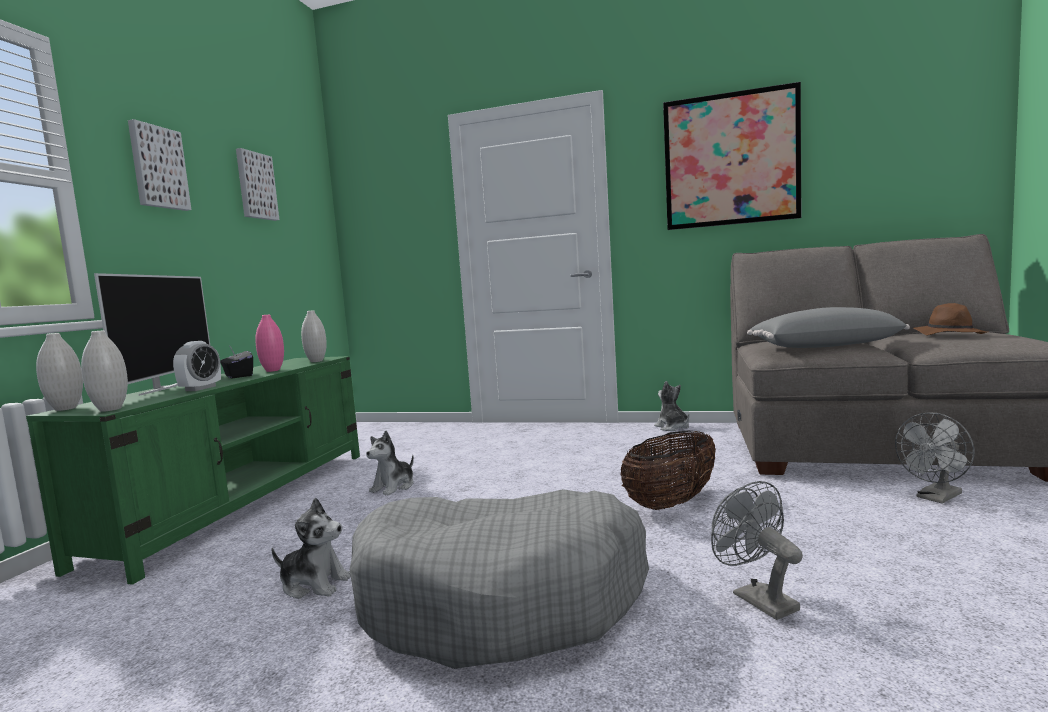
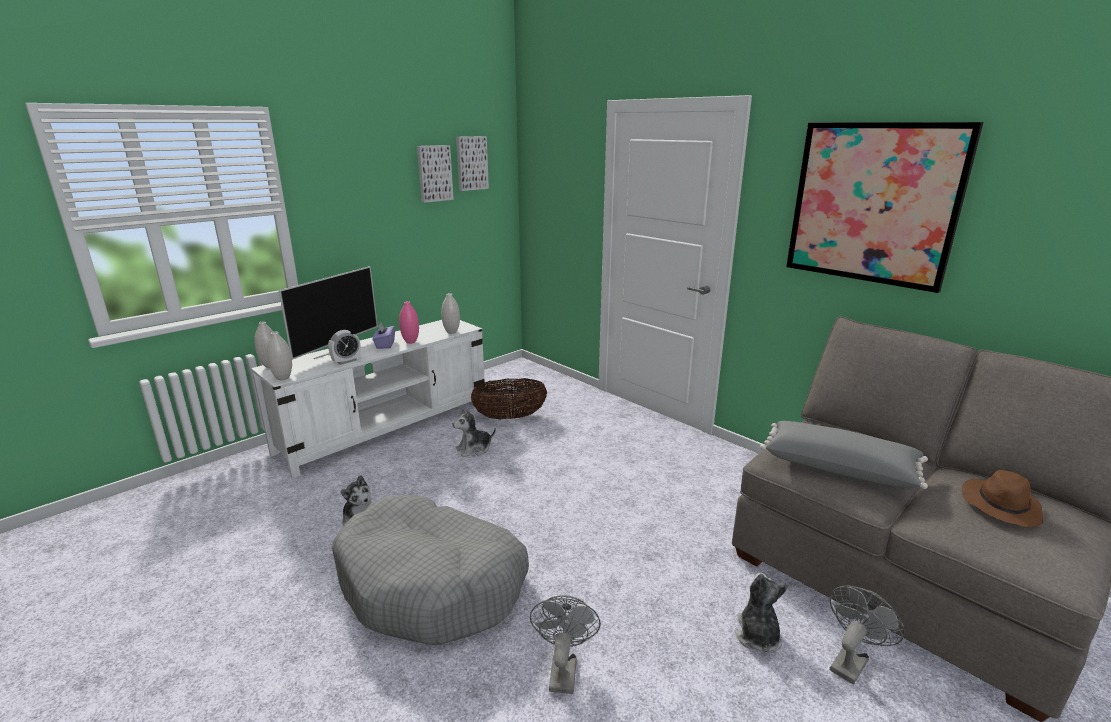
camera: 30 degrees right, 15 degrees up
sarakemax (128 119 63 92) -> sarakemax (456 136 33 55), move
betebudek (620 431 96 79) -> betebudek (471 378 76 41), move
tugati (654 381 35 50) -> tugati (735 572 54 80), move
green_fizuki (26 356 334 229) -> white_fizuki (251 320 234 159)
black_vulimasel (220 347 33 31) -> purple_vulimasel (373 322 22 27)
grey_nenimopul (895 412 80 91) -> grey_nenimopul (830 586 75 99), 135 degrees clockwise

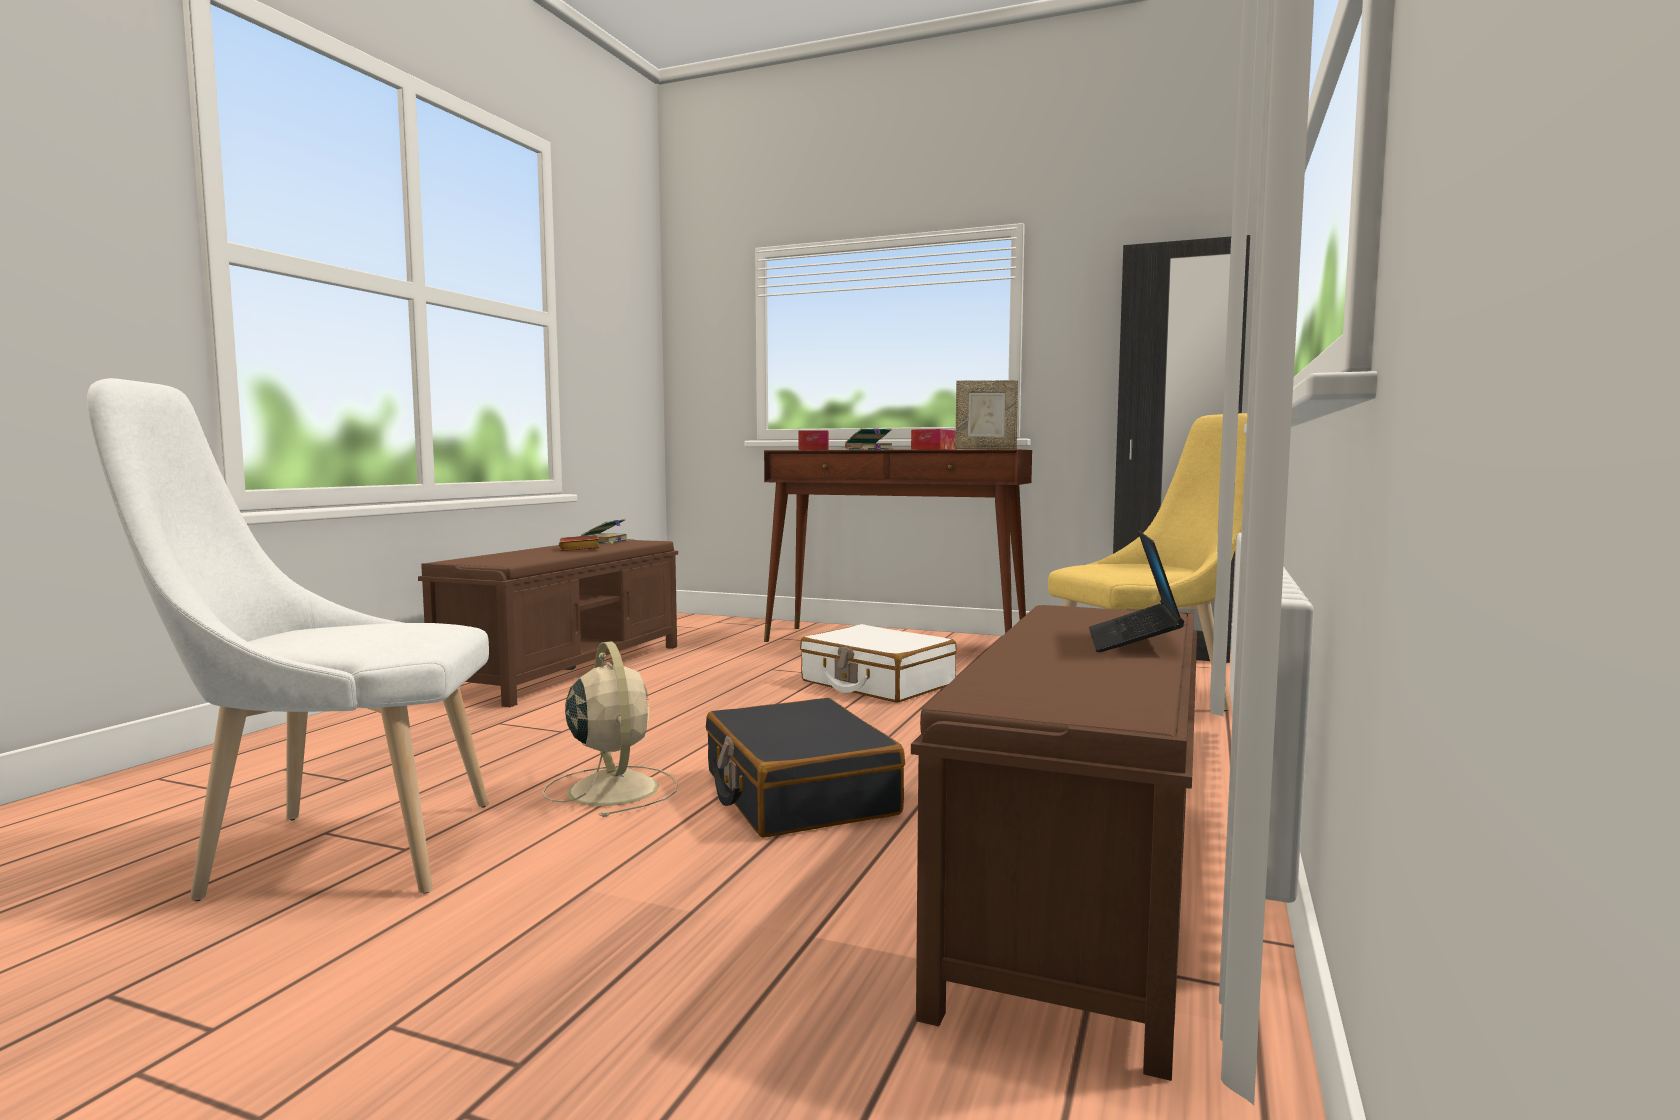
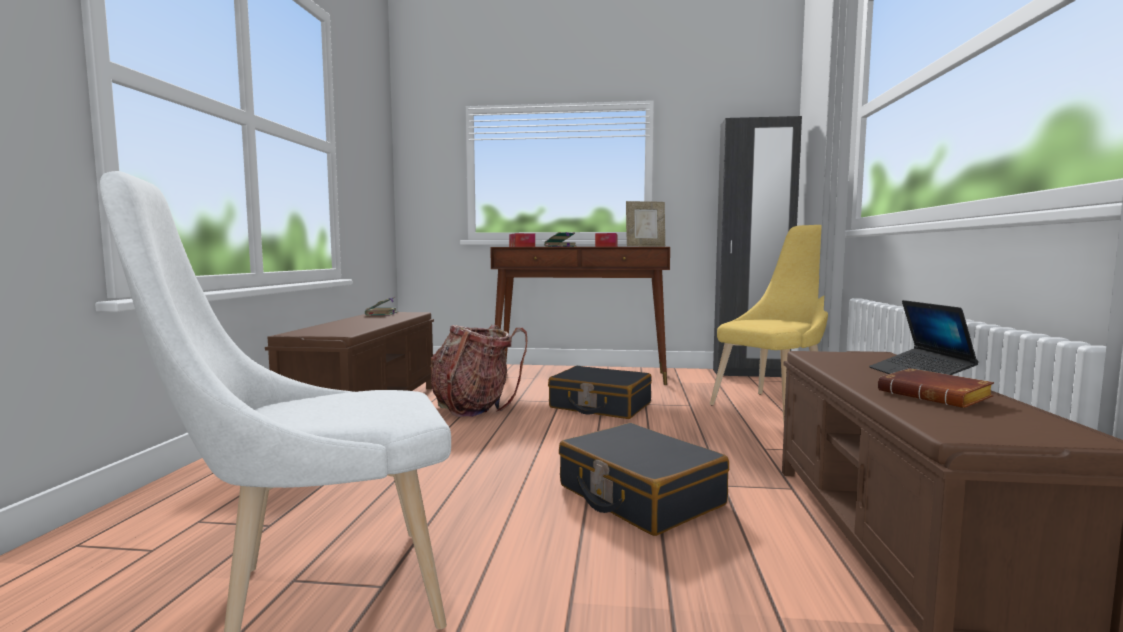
camera: 15 degrees left, 0 degrees up
beige_nenimopul (542 641 136 176) -> none
none -> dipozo (430 325 97 92)
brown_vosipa (559 535 41 16) -> brown_vosipa (878 368 116 40), move
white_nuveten (800 624 157 79) -> black_nuveten (548 366 104 53)

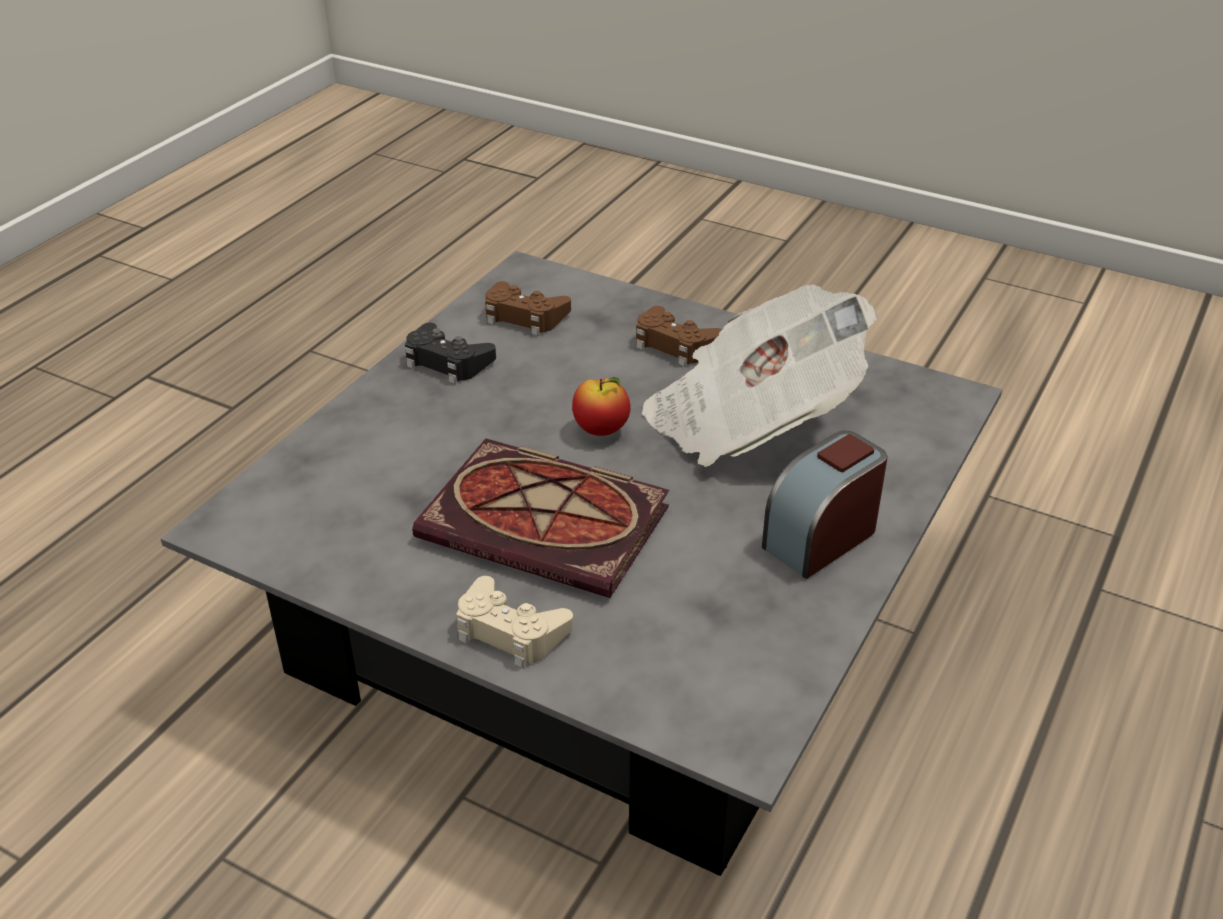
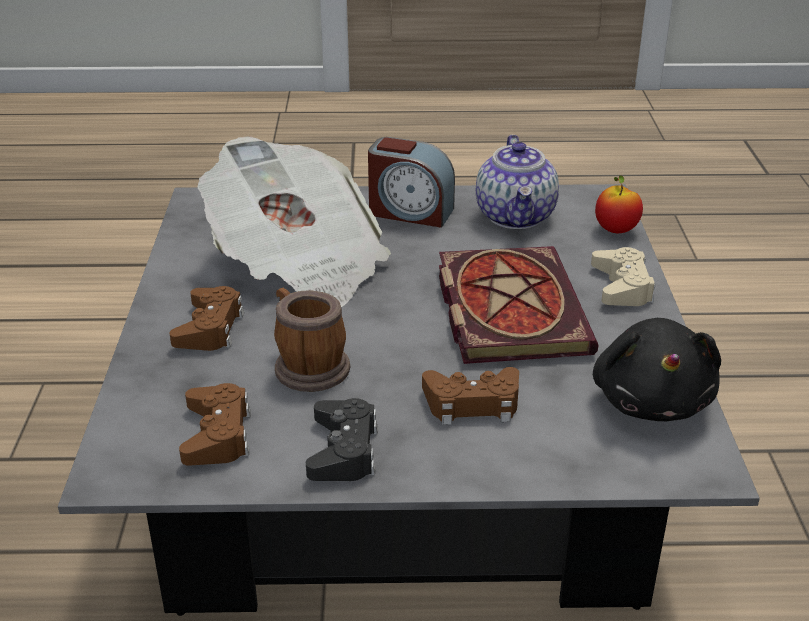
camera: 120 degrees left, 5 degrees down
none -> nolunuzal (274 288 76 104)
none -> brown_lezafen (422 367 97 58)
none -> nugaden (476 135 83 94)
none -> black_tugati (593 318 128 103)
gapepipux (572 377 59 59) -> gapepipux (595 175 48 58), move

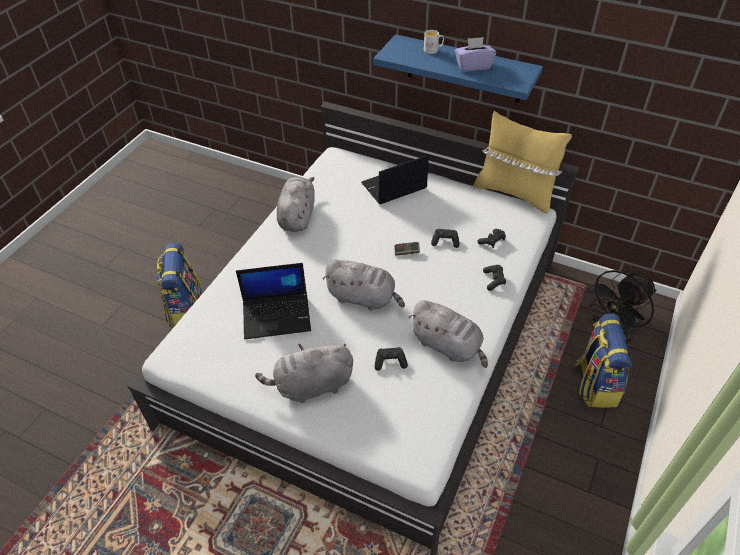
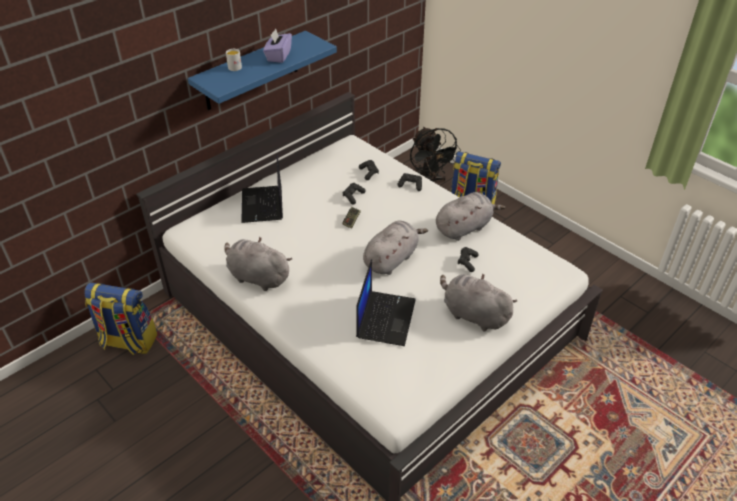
camera: 70 degrees left, 5 degrees down
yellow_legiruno (473 111 99 103) -> none
dipozo (157 243 45 86) -> dipozo (85 282 72 73), move
grey_tugati (255 344 98 59) -> grey_tugati (440 273 77 58), 120 degrees clockwise

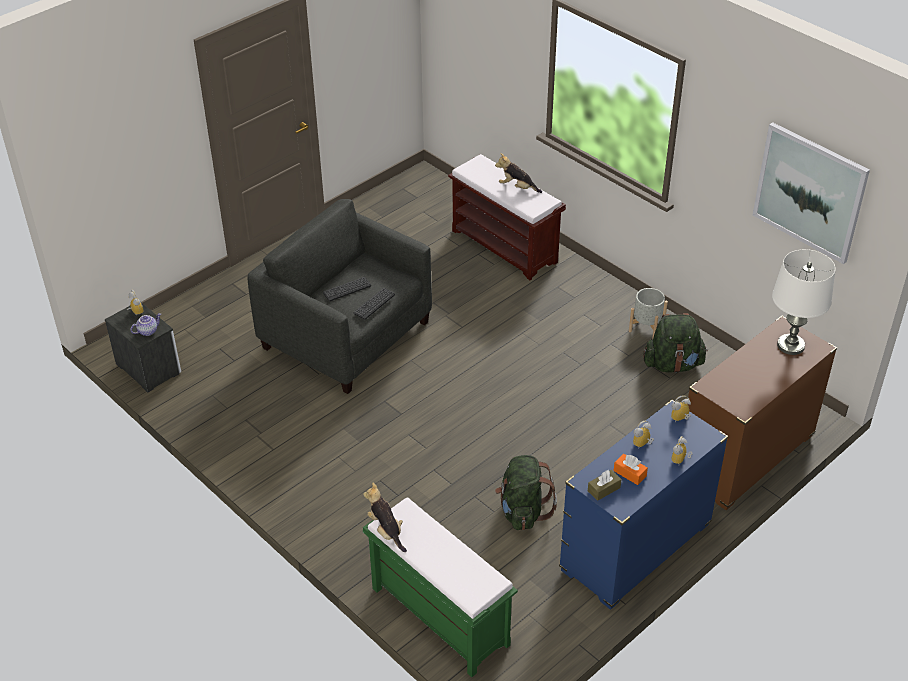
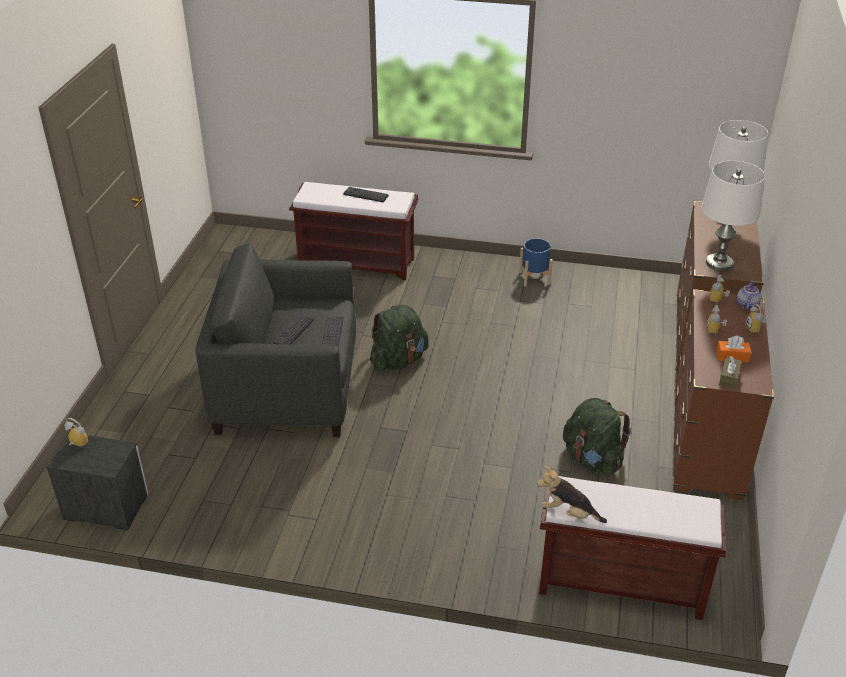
camera: 35 degrees left, 5 degrees down
sarakemax (753 122 117 142) -> none
none -> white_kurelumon (701 161 64 110)
nugaden (130 313 31 23) -> nugaden (737 280 24 29), move
green_dipozo (643 313 65 60) -> green_dipozo (370 305 59 66), move
tugati (495 153 47 40) -> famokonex (343 187 46 15)
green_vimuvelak (363 497 155 180) -> brown_vimuvelak (539 476 187 144)
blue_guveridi (559 400 169 210) -> brown_guveridi (673 289 101 211)
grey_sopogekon (629 288 39 51) -> blue_sopogekon (519 238 34 48)

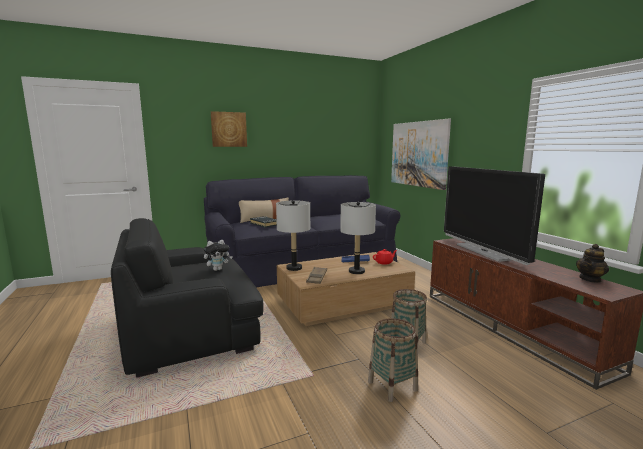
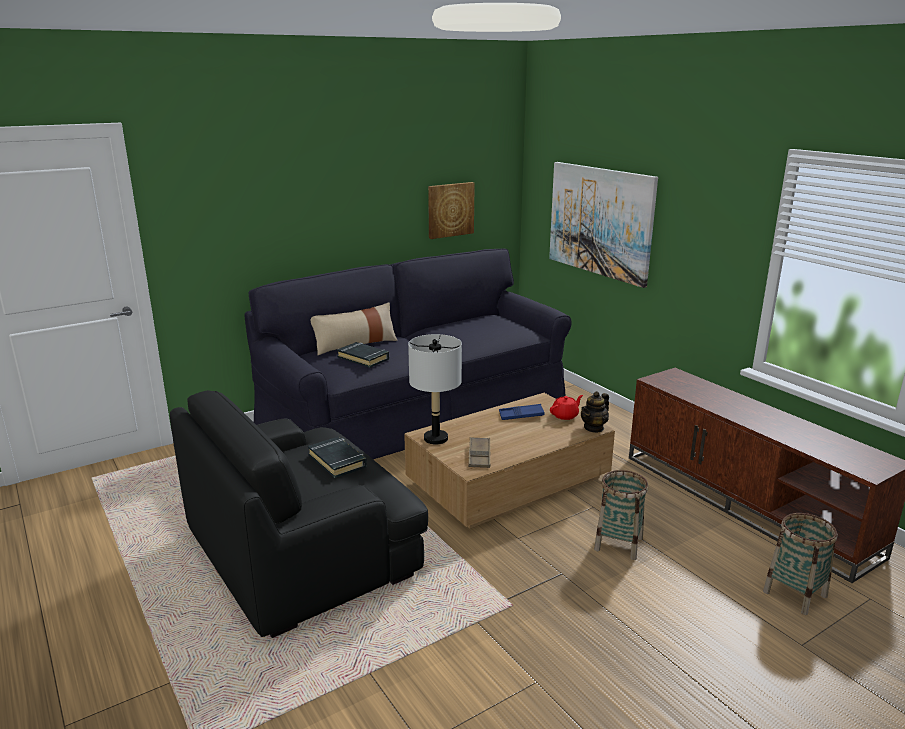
camera: 10 degrees left, 10 degrees up
grey_kurelumon (340 202 36 72) -> none
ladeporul (444 166 101 99) -> none
sarakemax (211 111 36 36) -> sarakemax (428 182 47 57), move
betebudek (368 318 50 84) -> betebudek (763 513 74 102), move
nugaden (576 244 33 39) -> nugaden (581 391 28 42), move
tugati (204 240 29 31) -> black_vosipa (308 437 59 41)

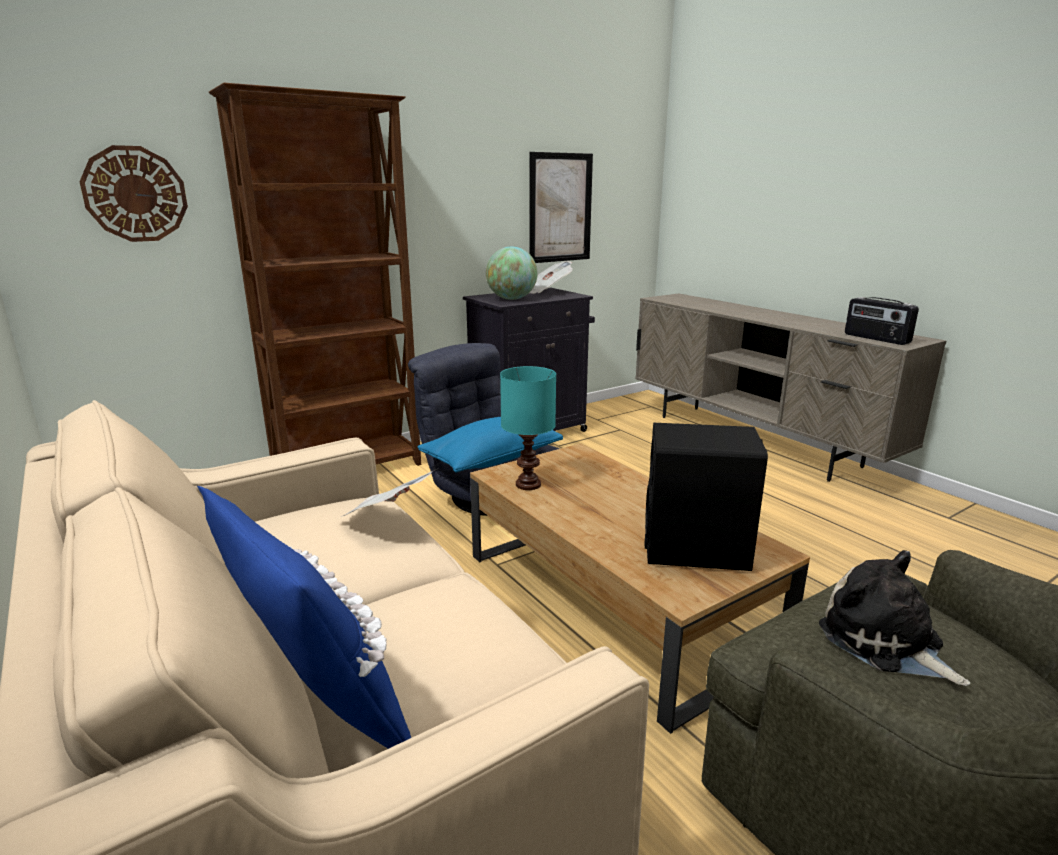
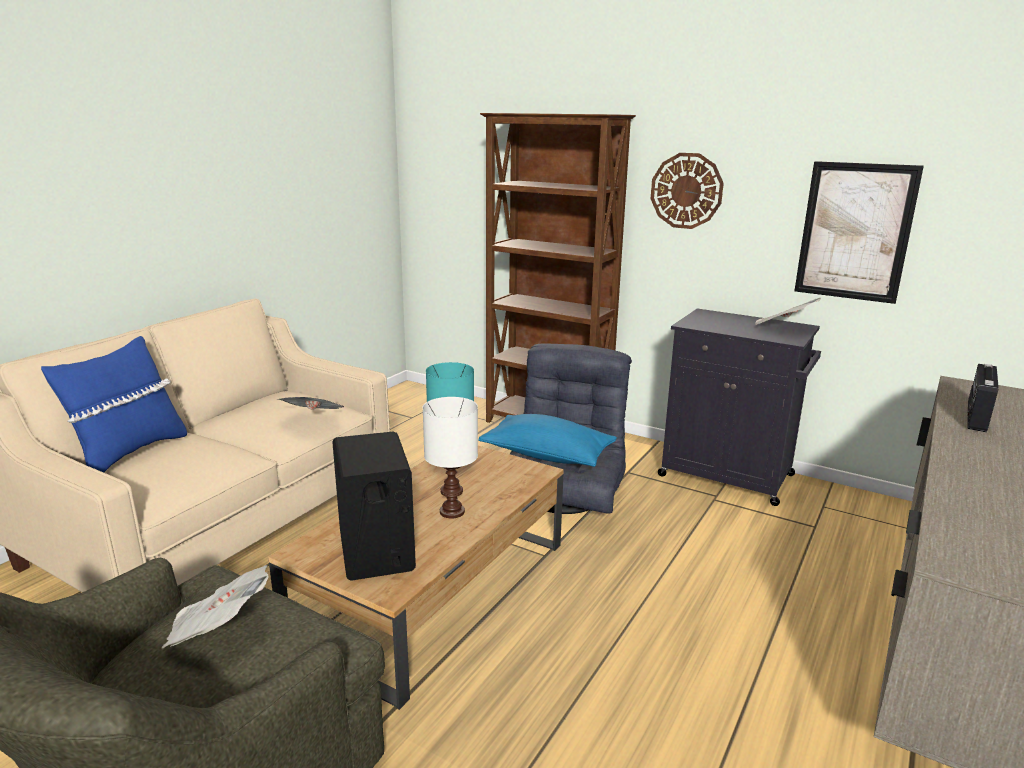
camera: 65 degrees right, 0 degrees up
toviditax (486 247 52 53) -> none
none -> white_kurelumon (423 397 55 121)
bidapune (80 145 108 97) -> bidapune (651 153 73 76), move
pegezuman (845 297 74 48) -> pegezuman (967 364 32 68), move
tugati (819 550 151 136) -> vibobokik (161 565 108 84)

